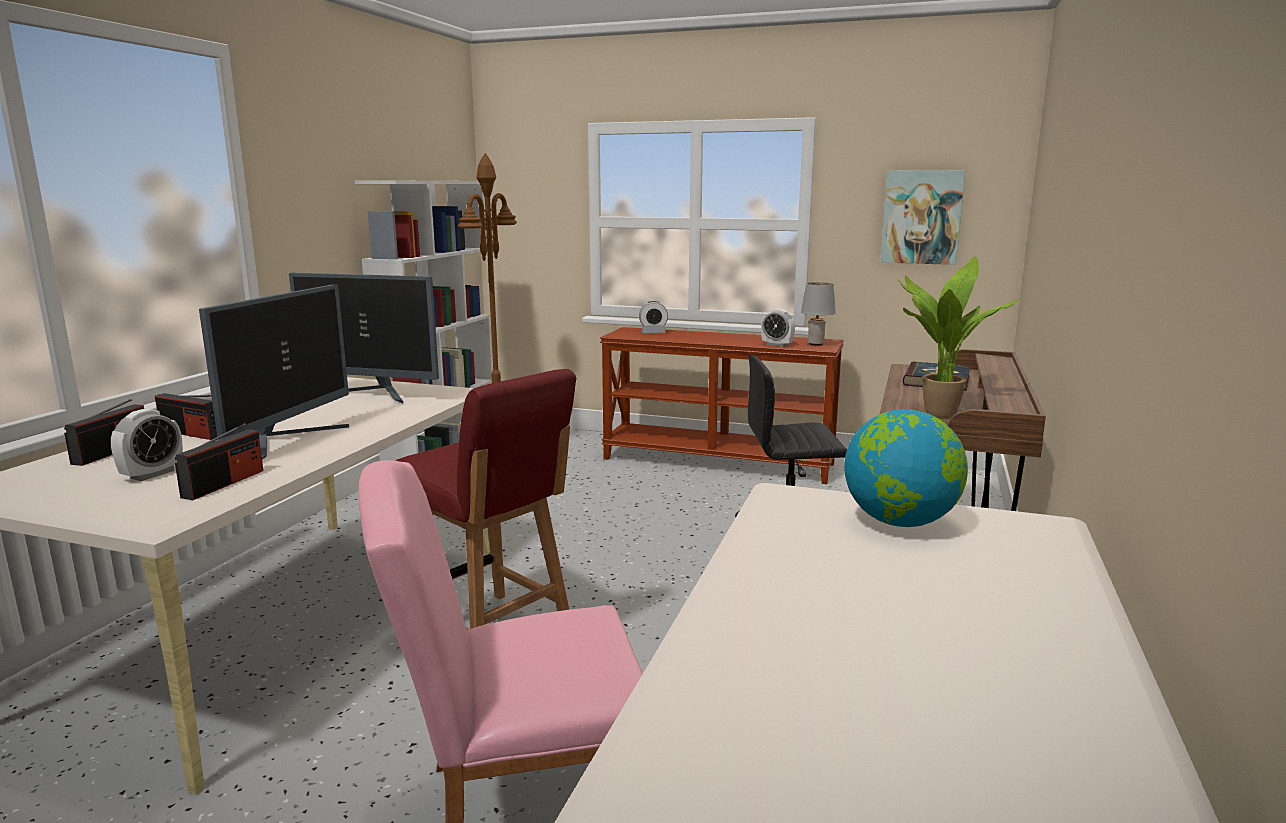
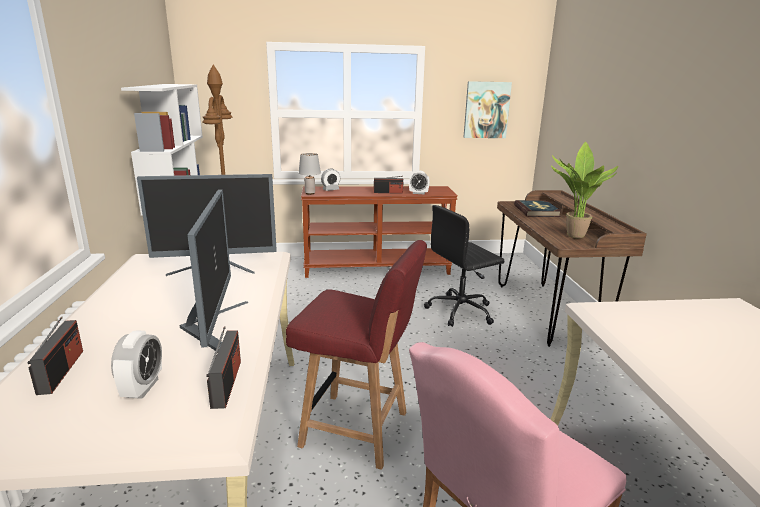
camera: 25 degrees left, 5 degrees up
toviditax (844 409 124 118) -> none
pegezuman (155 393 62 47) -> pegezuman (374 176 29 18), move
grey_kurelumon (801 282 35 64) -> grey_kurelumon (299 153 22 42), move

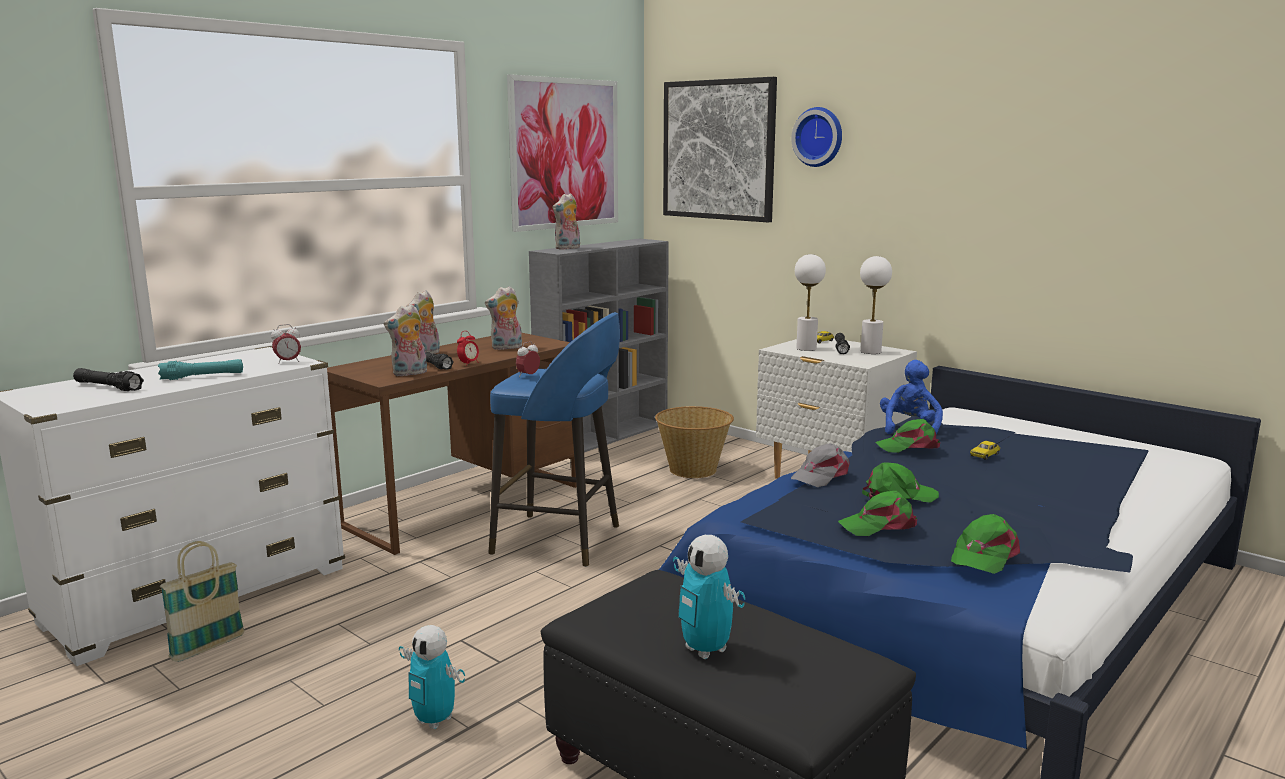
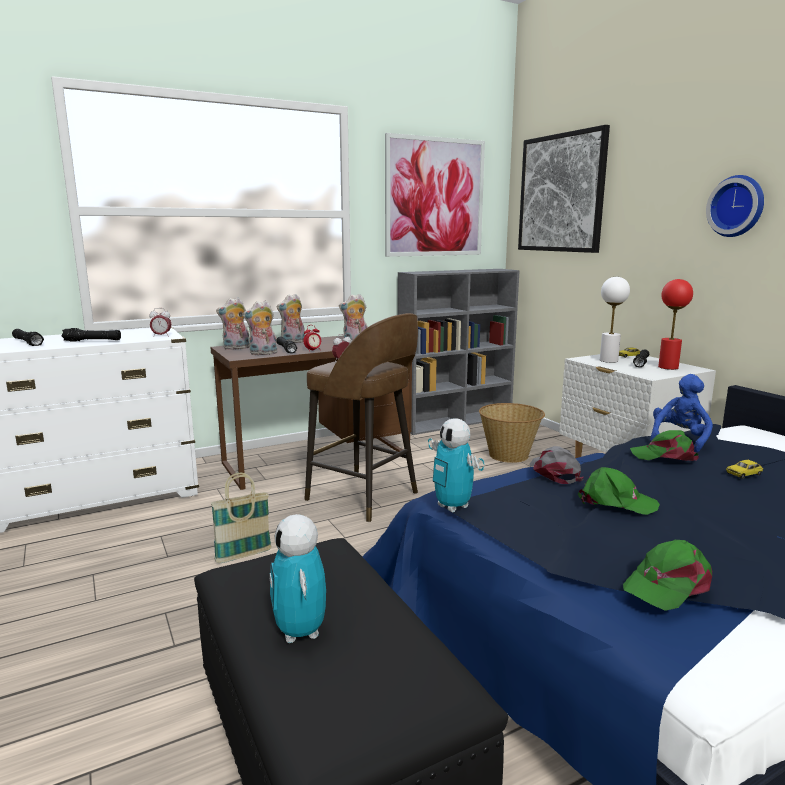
camera: 20 degrees right, 0 degrees up
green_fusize (838 491 79 45) -> none
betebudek (160 541 85 121) -> betebudek (211 473 61 90), move
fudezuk (399 625 66 104) -> fudezuk (428 418 56 95), move
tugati (552 193 28 56) -> tugati (216 297 34 53), move
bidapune (791 107 51 60) -> bidapune (706 175 58 62), move
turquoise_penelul (158 359 85 21) -> black_penelul (61 328 60 14)
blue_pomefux (489 312 131 255) -> brown_pomefux (304 313 114 209)
white_kurelumon (860 256 32 98) -> red_kurelumon (658 279 35 91)
grey_fusize (791 443 59 44) -> grey_fusize (530 446 54 38), 105 degrees clockwise

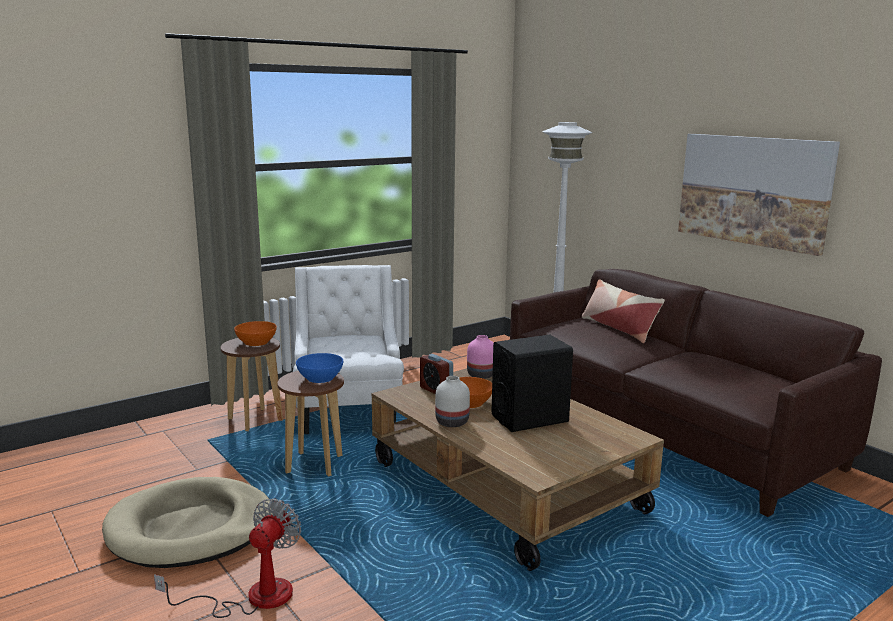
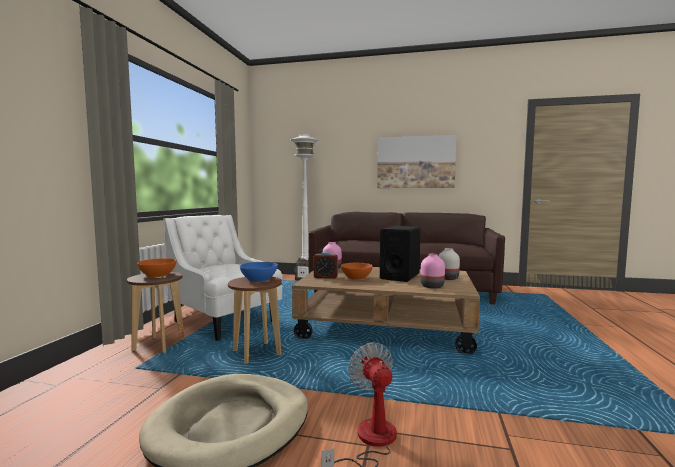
camera: 40 degrees left, 10 degrees down
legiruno (582 279 83 64) -> none
none -> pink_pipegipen (420 254 25 35)
white_pipegipen (435 376 35 51) -> white_pipegipen (438 248 22 32), move

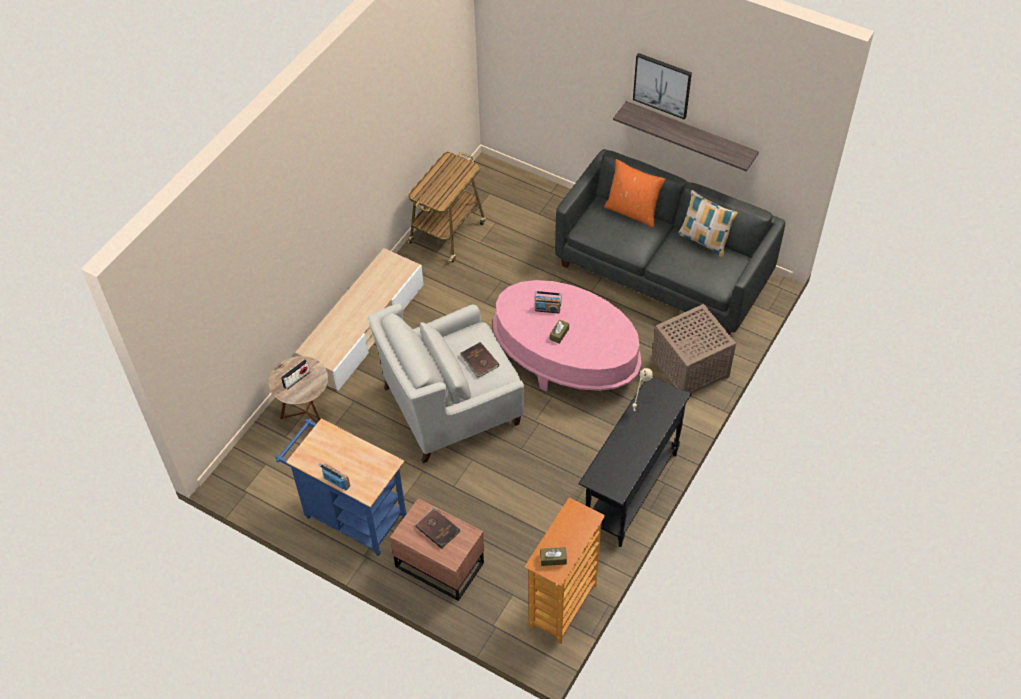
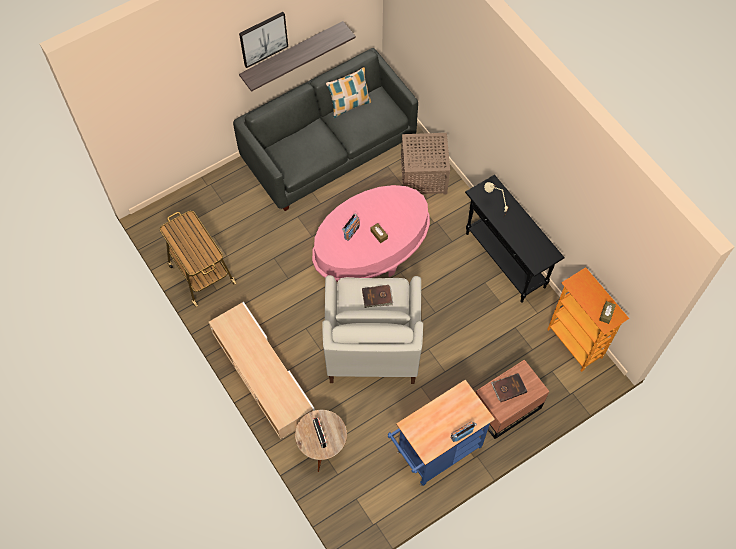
camera: 65 degrees left, 10 degrees up
orange_legiruno (604 159 62 68) -> none

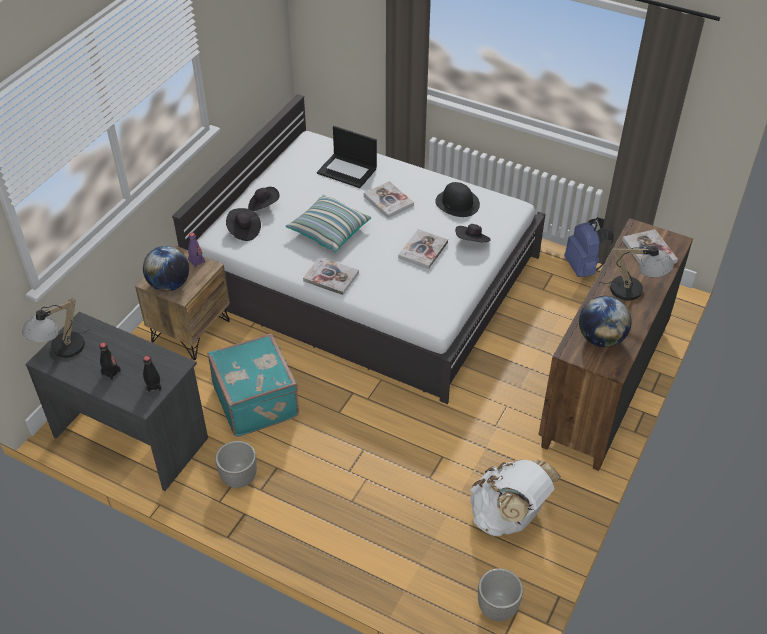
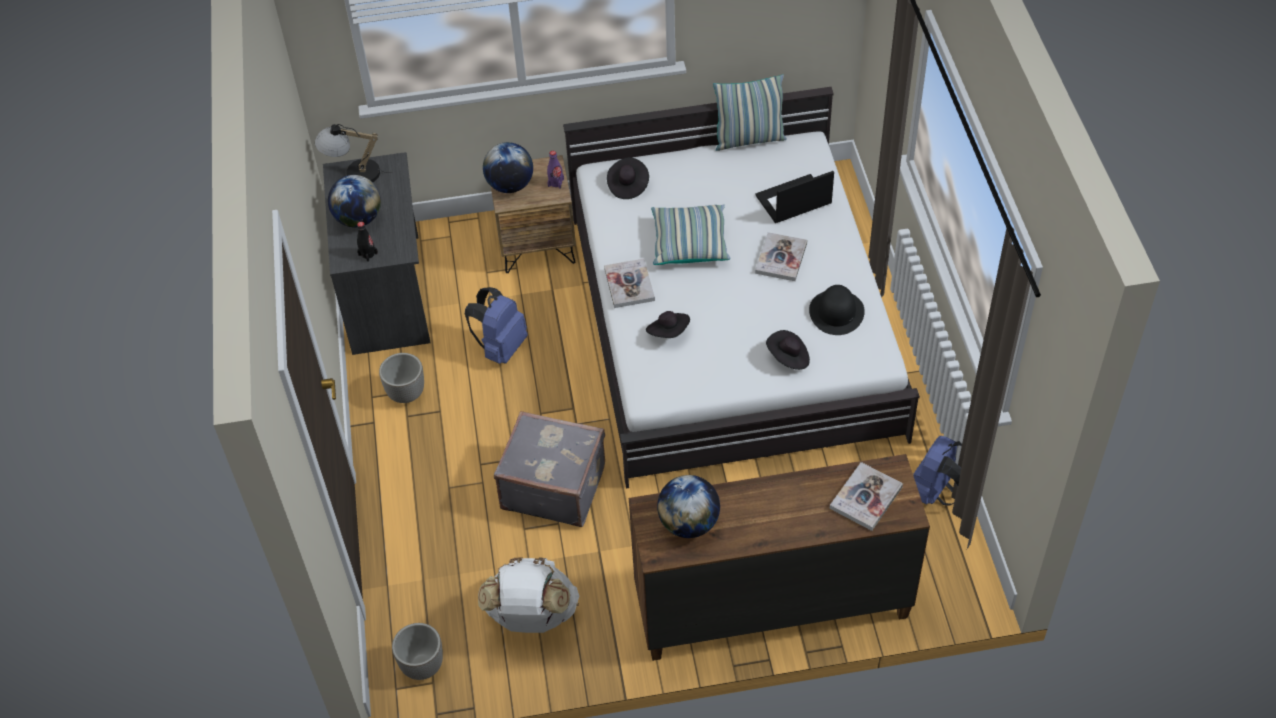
camera: 55 degrees right, 5 degrees up
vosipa (398 229 50 40) -> none
kurelumon (599 245 75 56) -> none
none -> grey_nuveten (494 411 111 116)
none -> legiruno (713 74 74 77)
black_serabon (248 187 32 24) -> black_serabon (646 311 44 27), move
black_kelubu (99 342 22 38) -> toviditax (328 175 53 52)
turquoise_nuveten (207 333 92 104) -> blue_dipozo (465 287 63 77)
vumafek (317 126 60 62) -> vumafek (755 171 79 52), 75 degrees clockwise

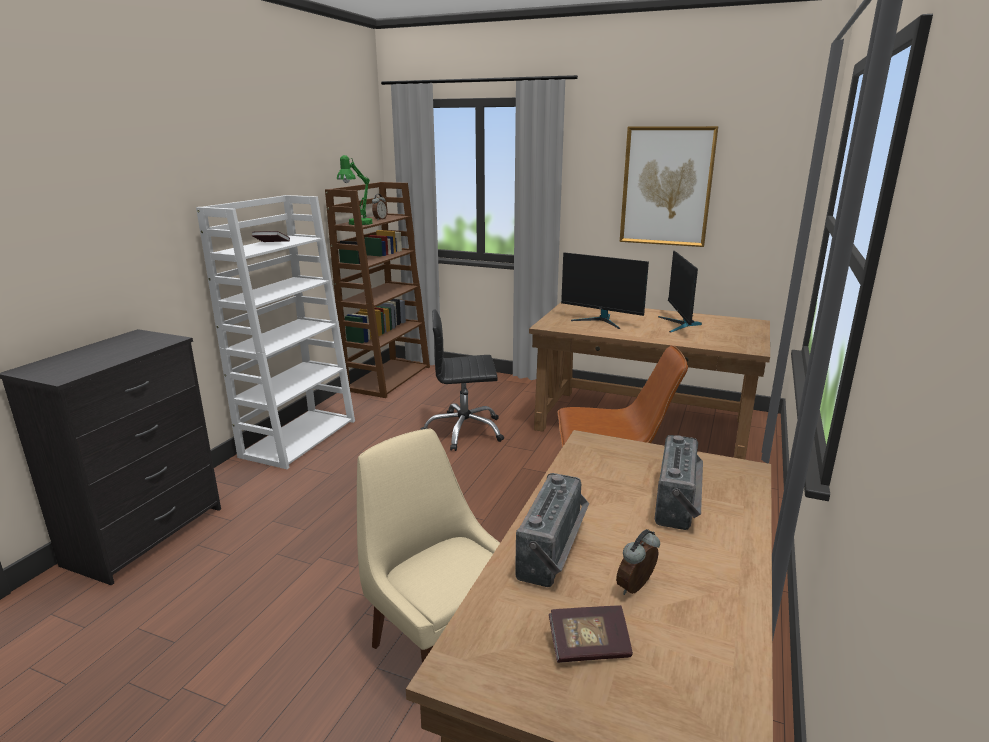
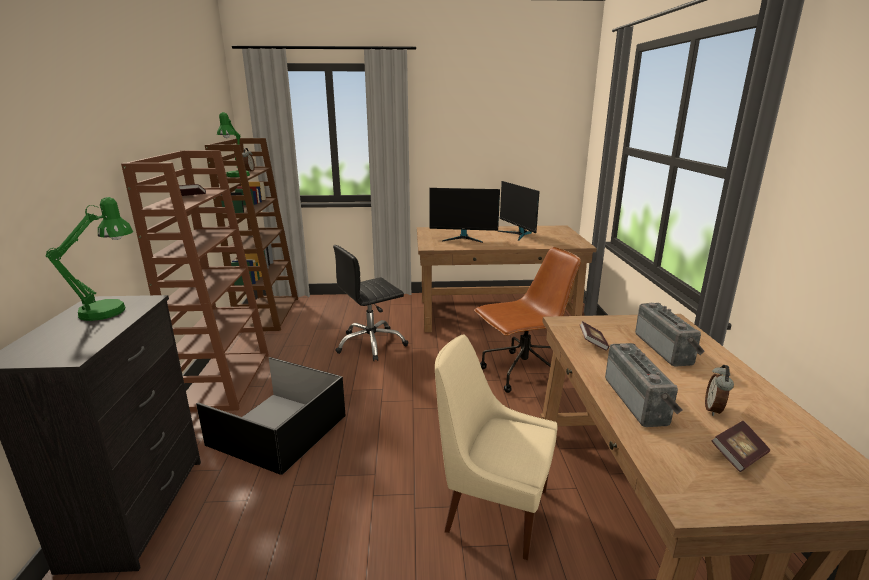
camera: 25 degrees left, 0 degrees up
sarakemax (620 126 98 121) -> none
none -> green_kurelumon (46 197 87 124)
none -> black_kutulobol (196 357 150 118)
none -> vosipa (580 321 29 30)
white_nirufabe (196 195 159 274) -> brown_nirufabe (121 150 148 262)

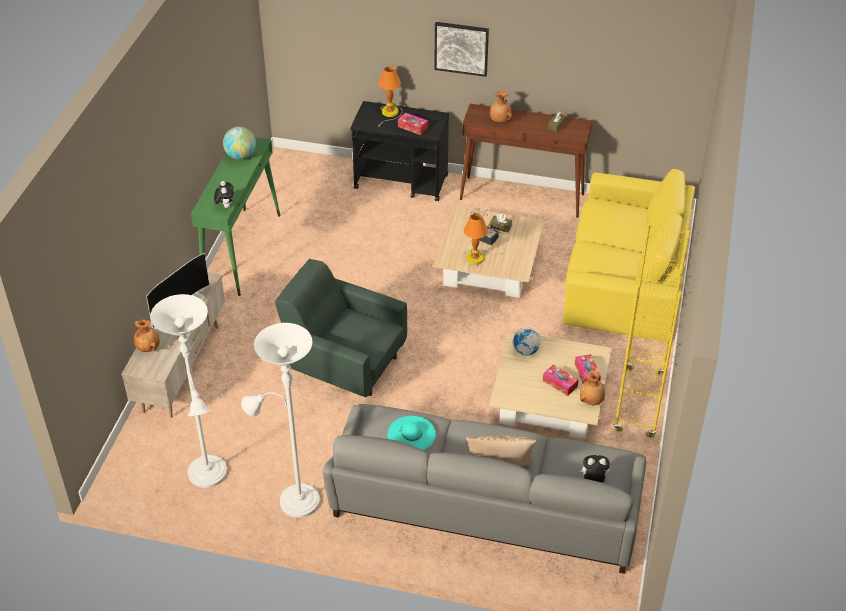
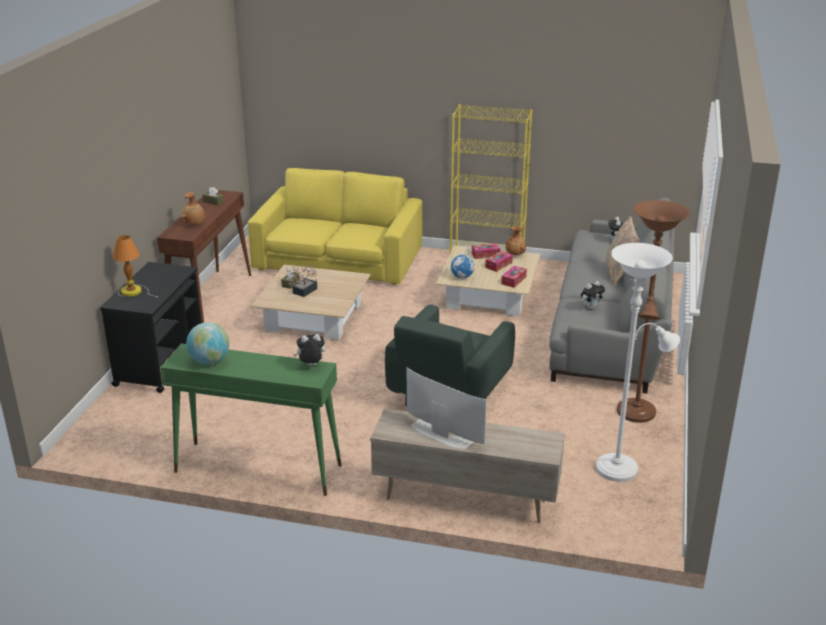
camera: 90 degrees left, 15 degrees down
brown_pipegipen (134 319 26 33) -> none
sarakemax (434 22 55 55) -> none
kurelumon (462 213 41 54) -> none
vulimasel (398 112 30 23) -> vulimasel (501 266 26 22), move
turquoise_serabon (388 416 48 34) -> tugati (581 281 24 28)
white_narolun (241 323 79 195) -> brown_narolun (617 200 73 223)

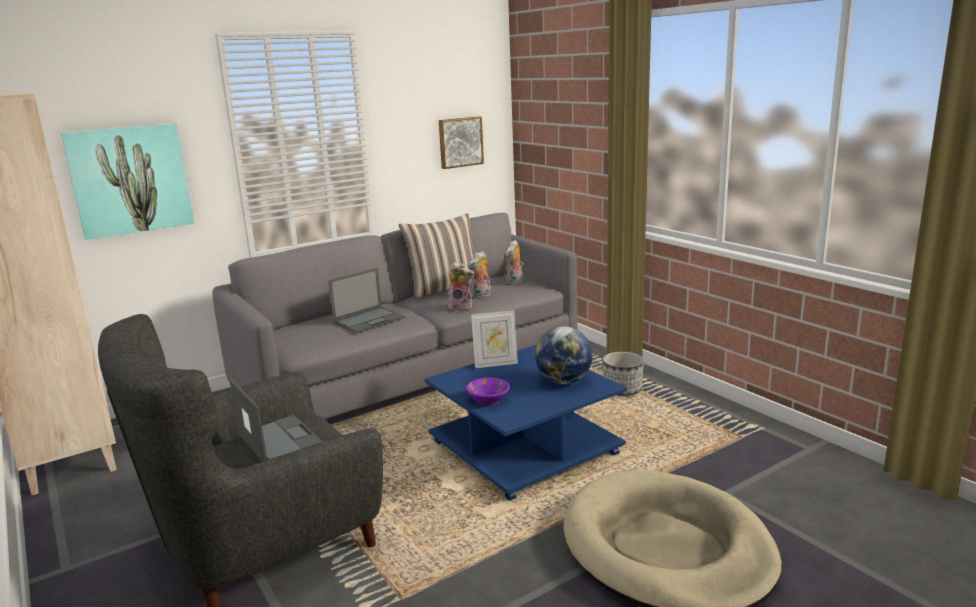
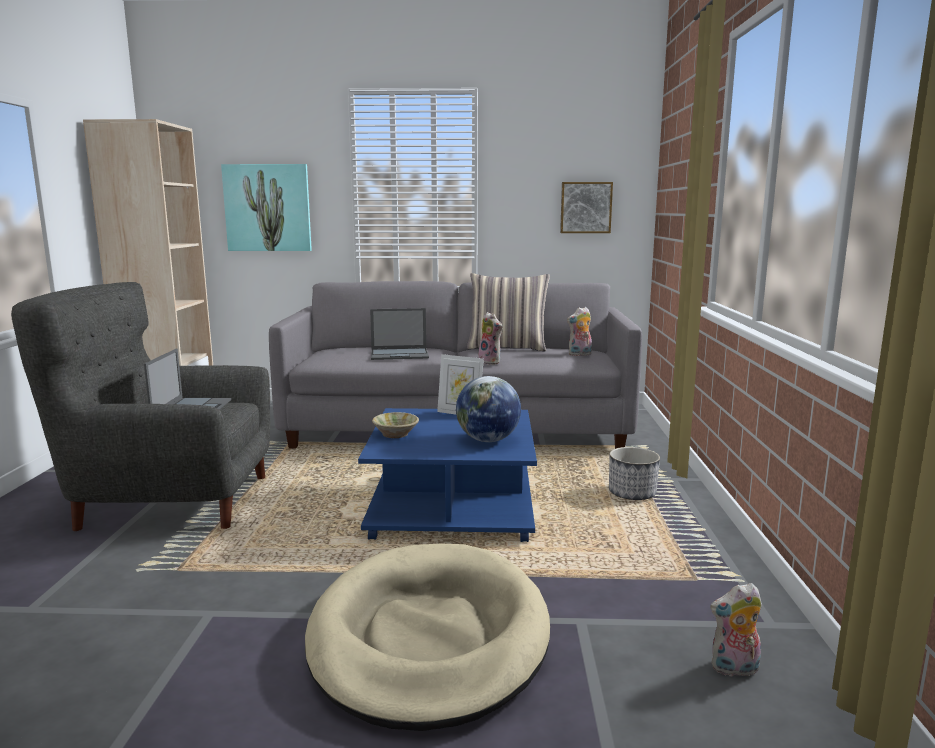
camera: 35 degrees right, 5 degrees down
tugati (467 251 24 48) -> tugati (710 583 52 94), move
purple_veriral (466 378 44 27) -> beige_veriral (372 412 47 26)

